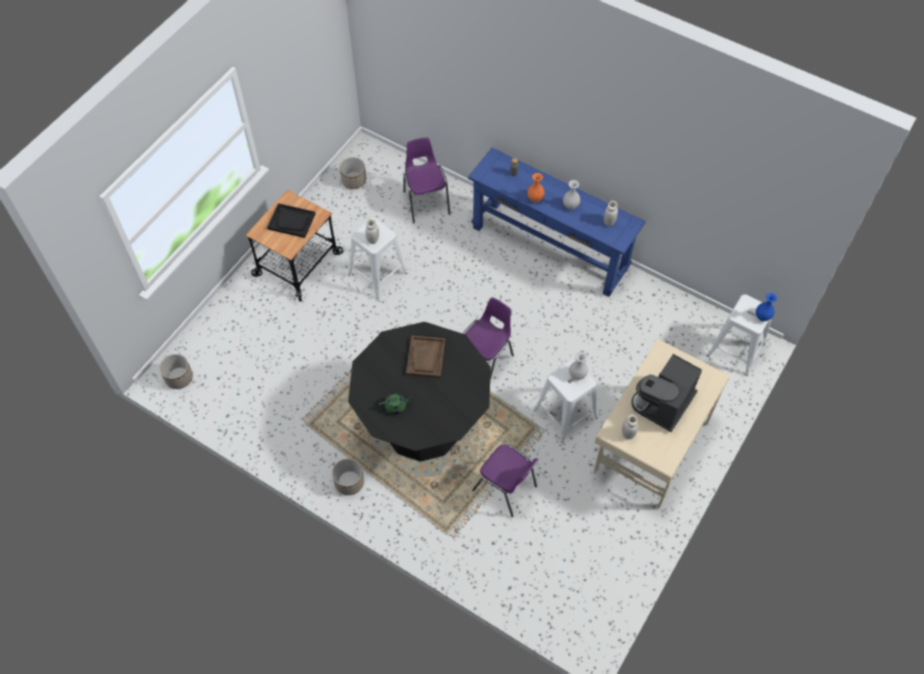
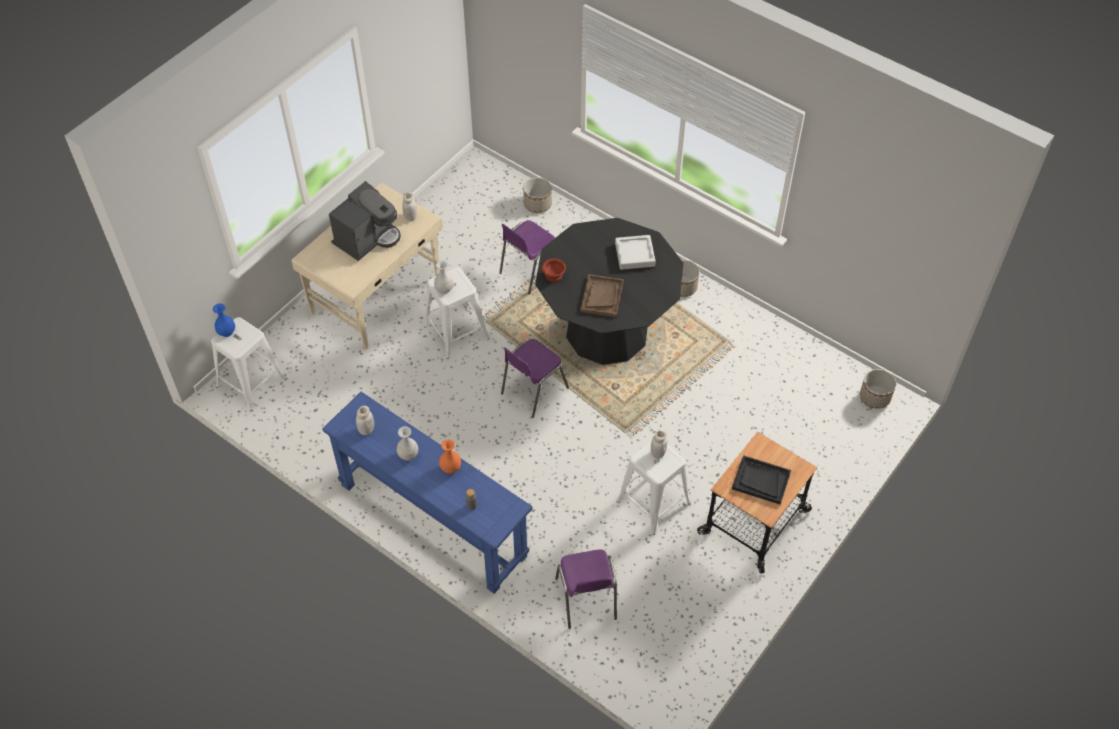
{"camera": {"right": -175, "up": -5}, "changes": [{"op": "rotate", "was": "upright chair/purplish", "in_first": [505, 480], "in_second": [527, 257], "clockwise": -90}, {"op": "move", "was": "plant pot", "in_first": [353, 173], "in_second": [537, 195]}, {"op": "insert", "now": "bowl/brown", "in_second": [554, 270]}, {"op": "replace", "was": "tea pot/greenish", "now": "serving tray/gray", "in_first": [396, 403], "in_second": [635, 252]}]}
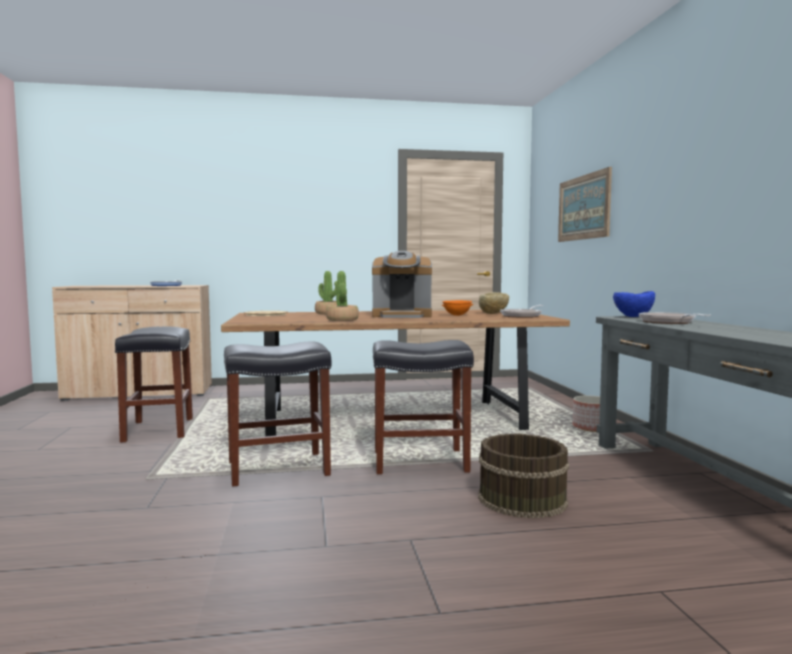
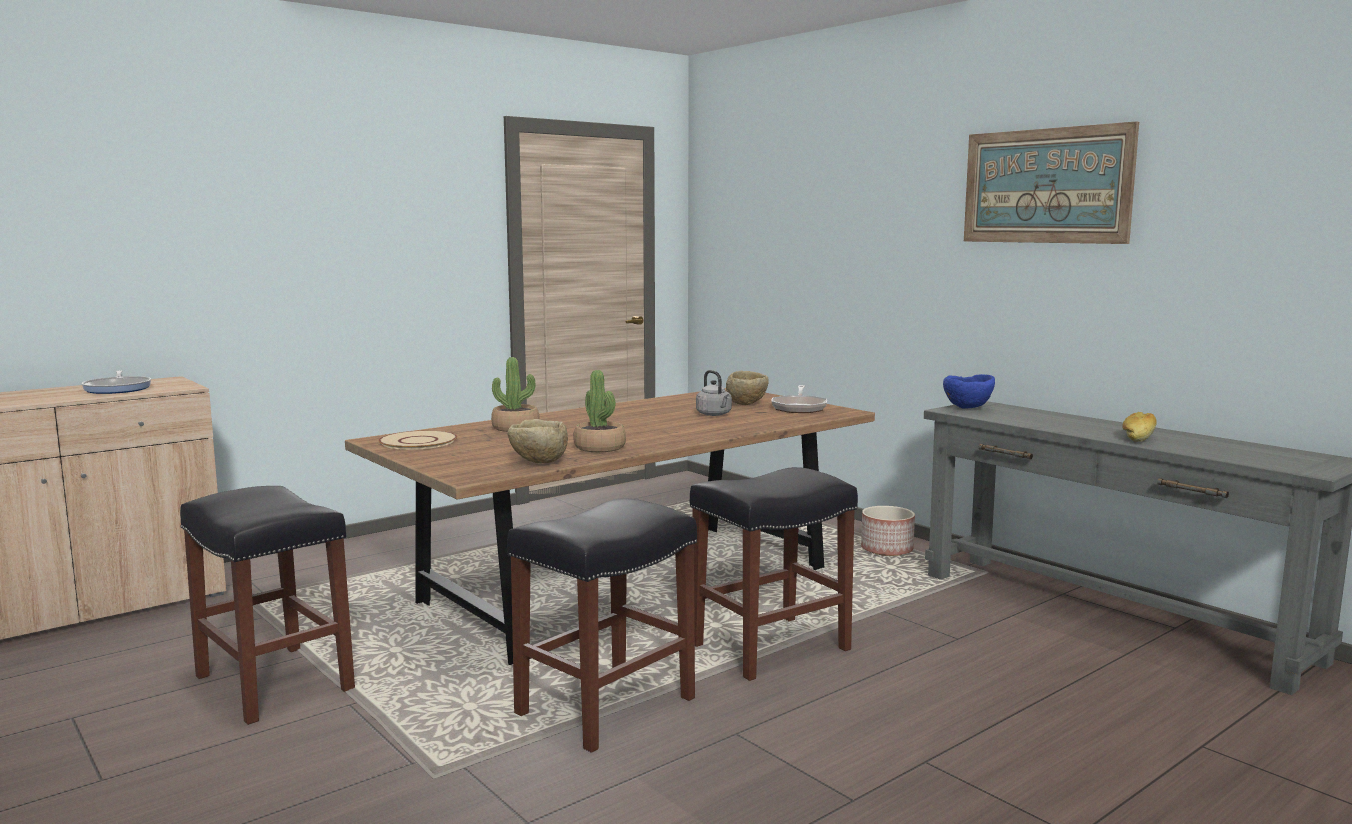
{"camera": {"right": -30, "up": 5}, "changes": [{"op": "insert", "now": "bowl/sand-coloured", "in_second": [538, 441]}, {"op": "replace", "was": "bowl/orange-coloured", "now": "kettle/gray", "in_first": [457, 308], "in_second": [714, 393]}, {"op": "move", "was": "wall art", "in_first": [585, 204], "in_second": [1051, 182]}, {"op": "insert", "now": "baked bread", "in_second": [1139, 427]}, {"op": "delete", "was": "coffee maker", "in_first": [402, 284]}, {"op": "delete", "was": "bucket/brown", "in_first": [523, 476]}, {"op": "delete", "was": "frying pan", "in_first": [675, 318]}]}
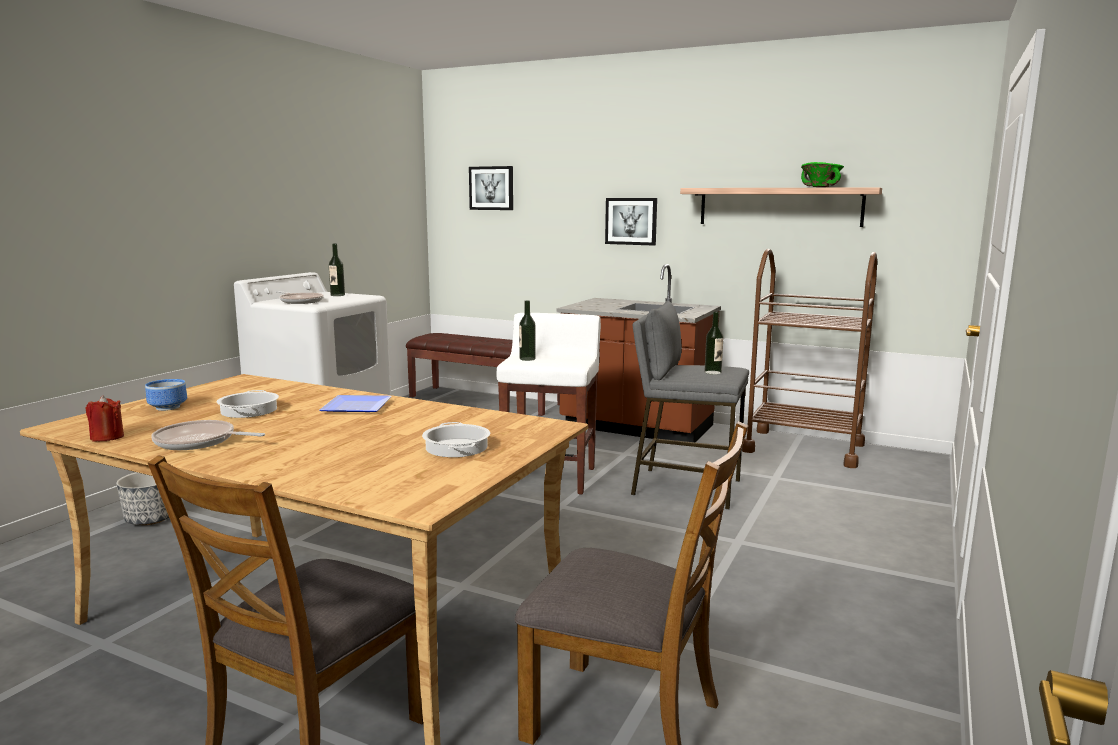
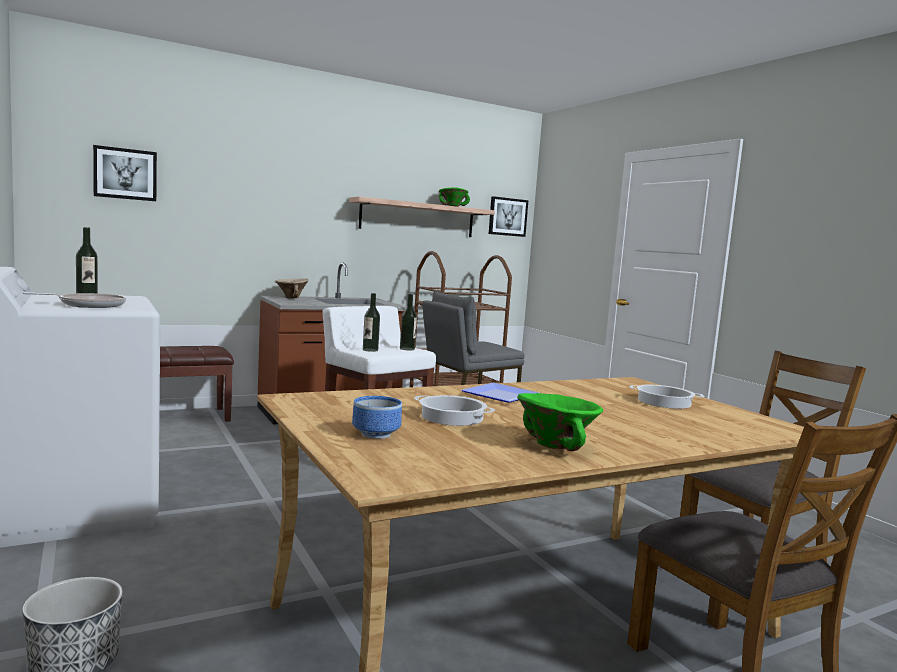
{"camera": {"right": -55, "up": -5}, "changes": [{"op": "insert", "now": "bowl/sand-coloured", "in_second": [292, 288]}, {"op": "move", "was": "beverage bottle", "in_first": [713, 343], "in_second": [408, 322]}, {"op": "move", "was": "wall art", "in_first": [631, 222], "in_second": [508, 216]}, {"op": "replace", "was": "frying pan", "now": "bowl/greenish", "in_first": [208, 435], "in_second": [560, 422]}, {"op": "delete", "was": "wax light/red", "in_first": [105, 418]}]}
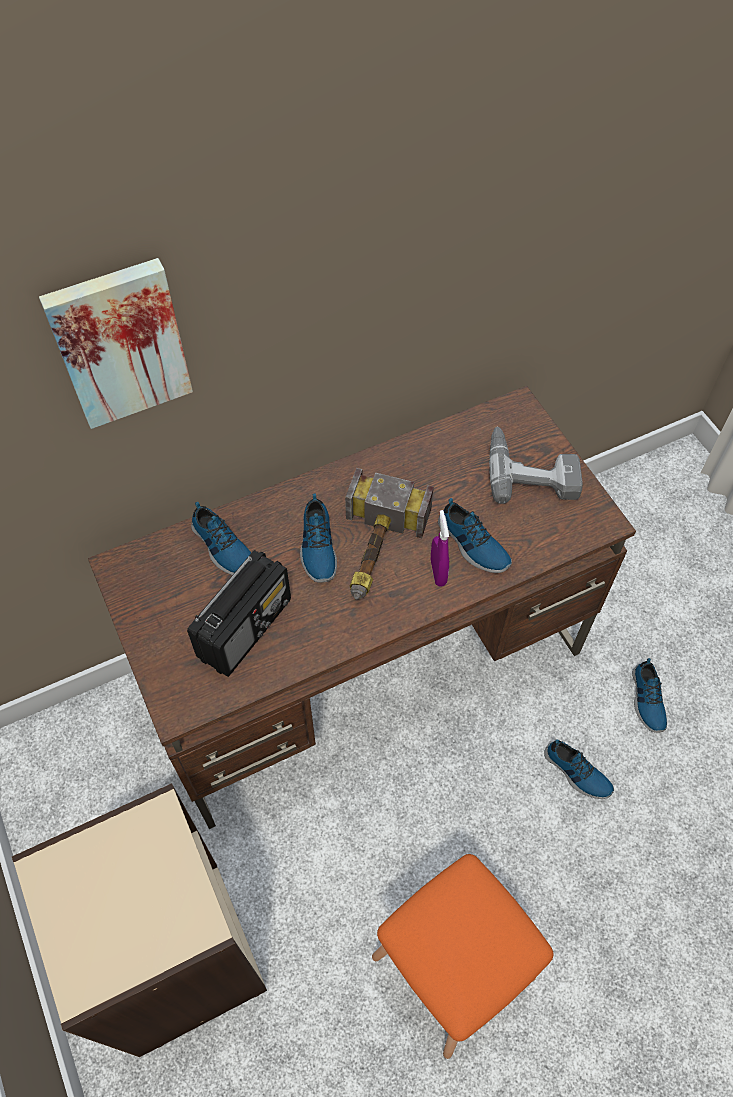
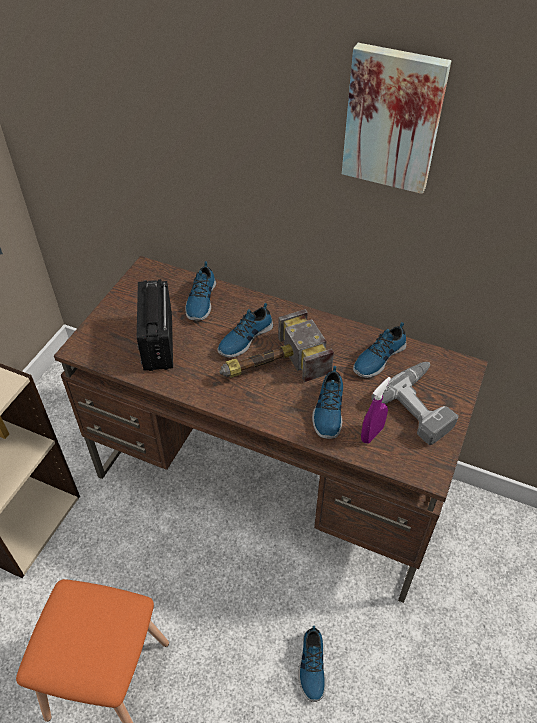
{"camera": {"right": 50, "up": -10}, "changes": [{"op": "rotate", "was": "radio receiver", "in_first": [239, 613], "in_second": [155, 325], "clockwise": 90}, {"op": "move", "was": "wall art", "in_first": [116, 343], "in_second": [396, 118]}, {"op": "move", "was": "item of footwear", "in_first": [649, 695], "in_second": [379, 350]}, {"op": "move", "was": "sprayer/purplish", "in_first": [440, 548], "in_second": [376, 410]}]}
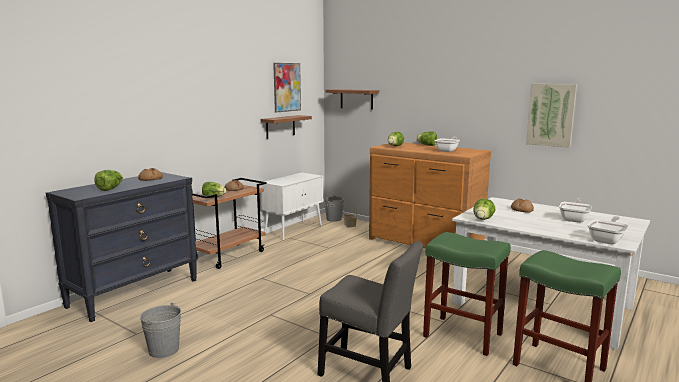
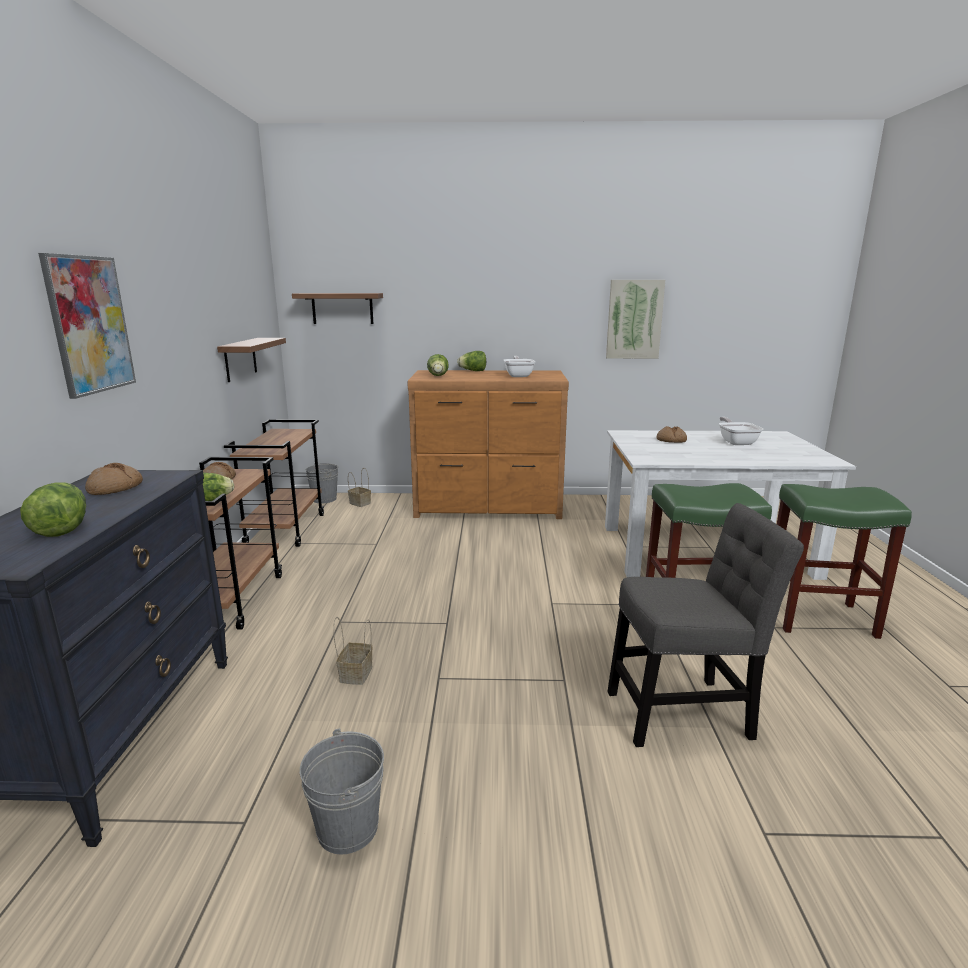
{"camera": {"right": -35, "up": 5}, "changes": [{"op": "move", "was": "wall art", "in_first": [287, 87], "in_second": [87, 326]}, {"op": "replace", "was": "cabinet/white-coloured", "now": "trolley/brown", "in_first": [291, 207], "in_second": [274, 483]}, {"op": "insert", "now": "storage basket", "in_second": [352, 651]}, {"op": "delete", "was": "lettuce head", "in_first": [484, 209]}, {"op": "delete", "was": "frying pan", "in_first": [608, 230]}]}
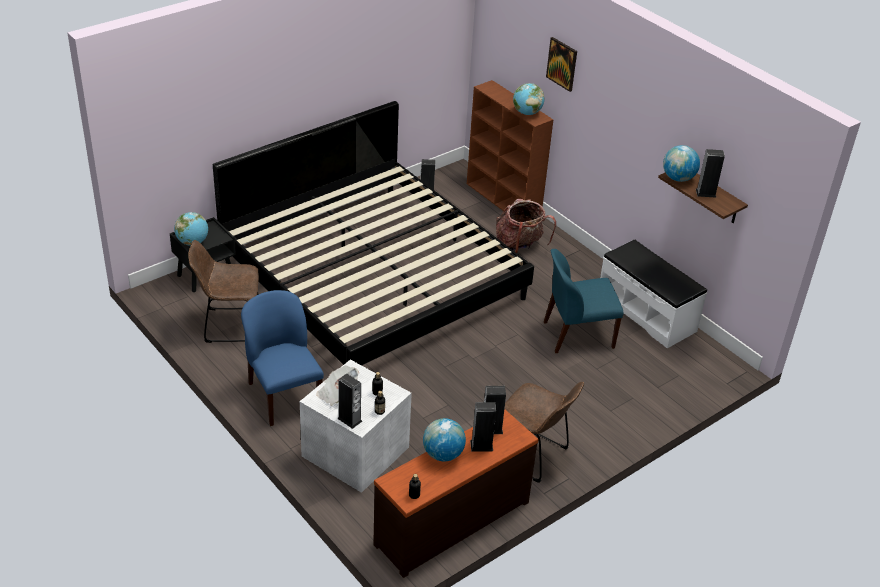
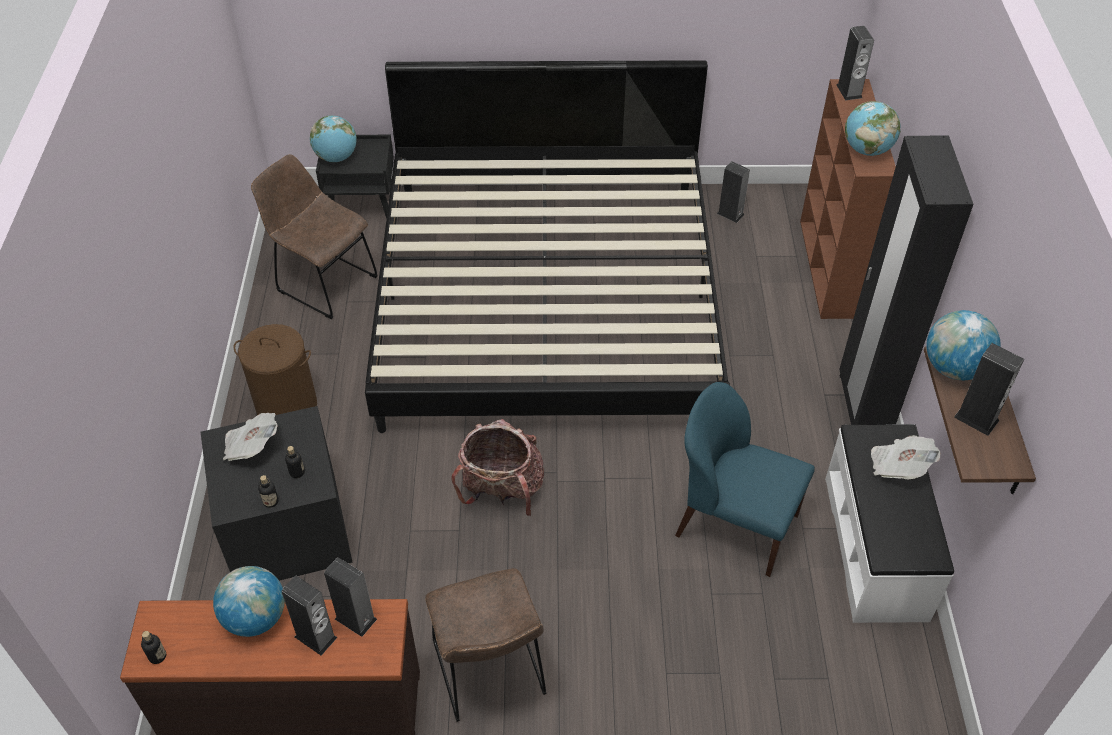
{"camera": {"right": 40, "up": 10}, "changes": [{"op": "recolor", "was": "storage container/white-coloured", "now": "storage container/black-coloured", "in_first": [356, 426], "in_second": [277, 493]}, {"op": "replace", "was": "upright chair/blue", "now": "hamper/brown", "in_first": [282, 358], "in_second": [275, 369]}, {"op": "move", "was": "rucksack", "in_first": [526, 226], "in_second": [497, 467]}, {"op": "move", "was": "loudspeaker", "in_first": [349, 401], "in_second": [855, 63]}, {"op": "insert", "now": "armoire/black-coloured", "in_second": [906, 280]}, {"op": "insert", "now": "daily paper", "in_second": [906, 457]}, {"op": "delete", "was": "wall art", "in_first": [561, 64]}]}
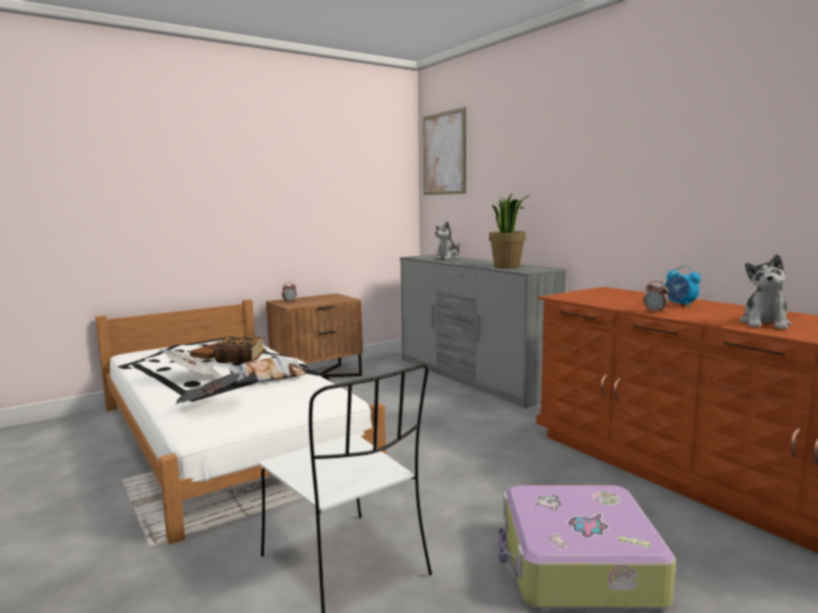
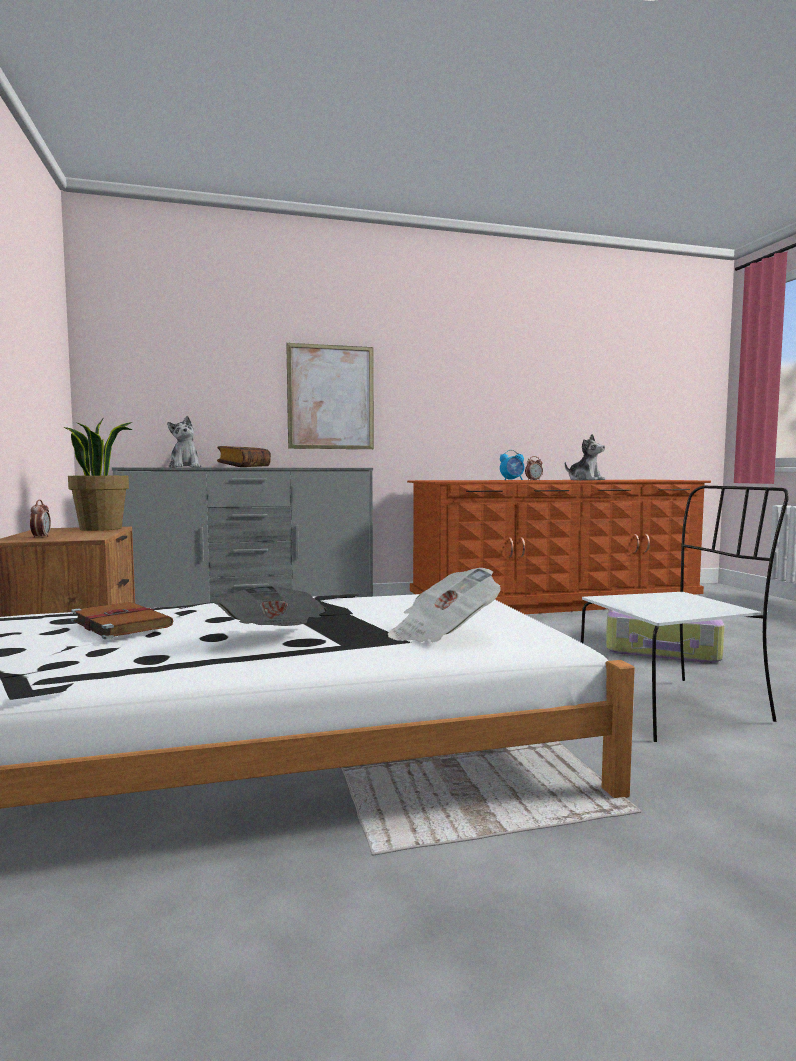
{"camera": {"right": -70, "up": -5}, "changes": [{"op": "move", "was": "houseplant", "in_first": [509, 231], "in_second": [98, 474]}, {"op": "move", "was": "volume", "in_first": [240, 349], "in_second": [244, 456]}, {"op": "move", "was": "wall art", "in_first": [444, 151], "in_second": [330, 396]}, {"op": "delete", "was": "pillow", "in_first": [268, 370]}]}
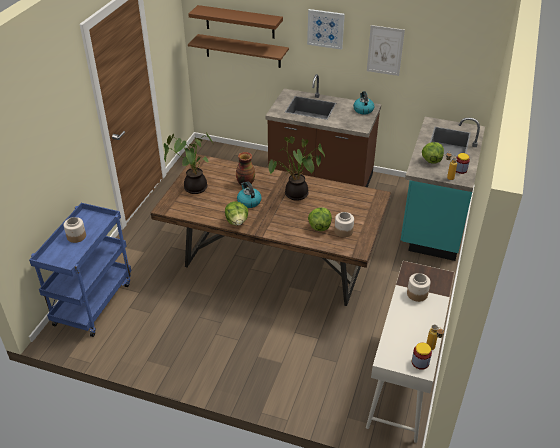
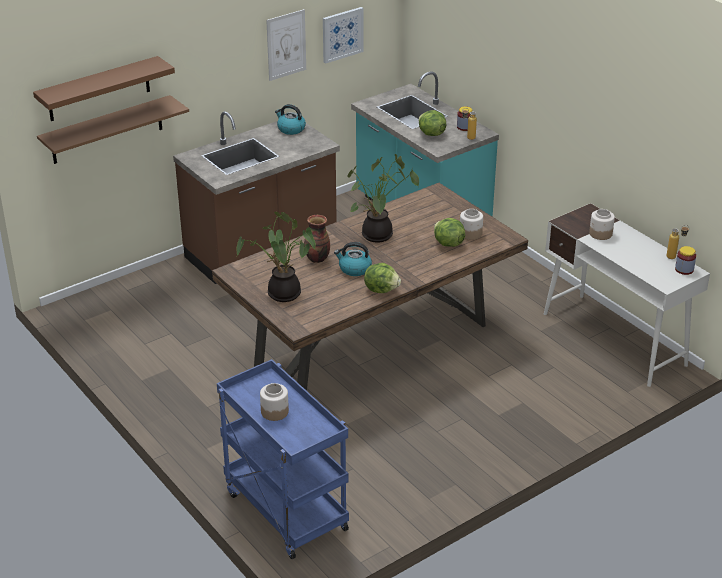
{"camera": {"right": -55, "up": -5}, "changes": [{"op": "move", "was": "wall art", "in_first": [326, 29], "in_second": [343, 35]}]}
